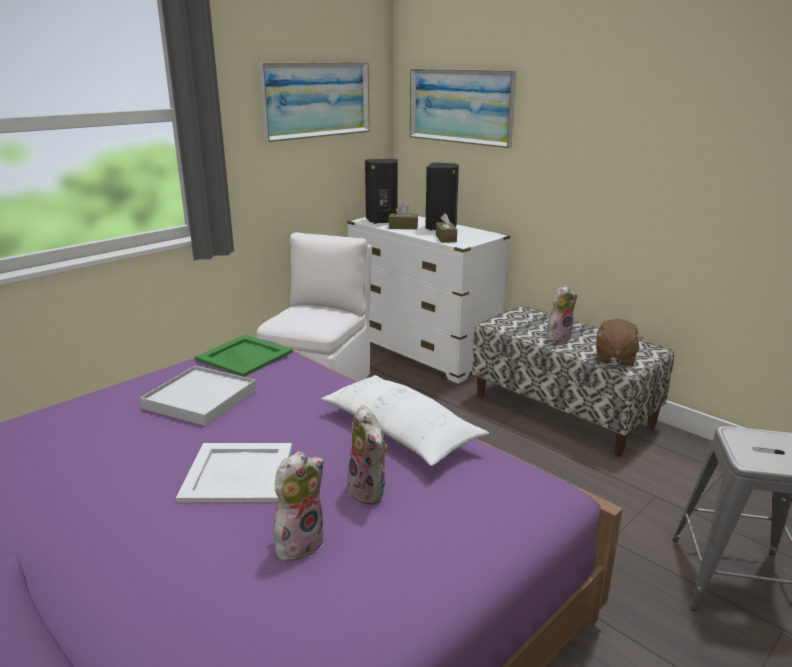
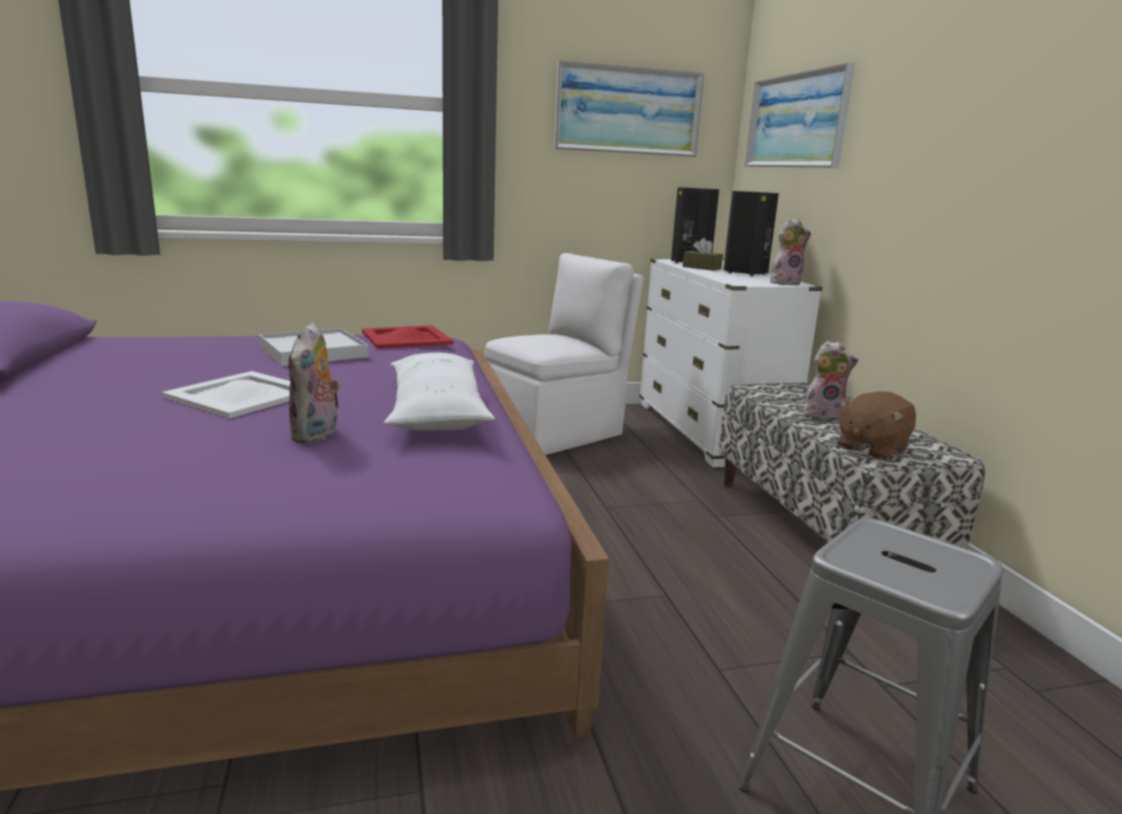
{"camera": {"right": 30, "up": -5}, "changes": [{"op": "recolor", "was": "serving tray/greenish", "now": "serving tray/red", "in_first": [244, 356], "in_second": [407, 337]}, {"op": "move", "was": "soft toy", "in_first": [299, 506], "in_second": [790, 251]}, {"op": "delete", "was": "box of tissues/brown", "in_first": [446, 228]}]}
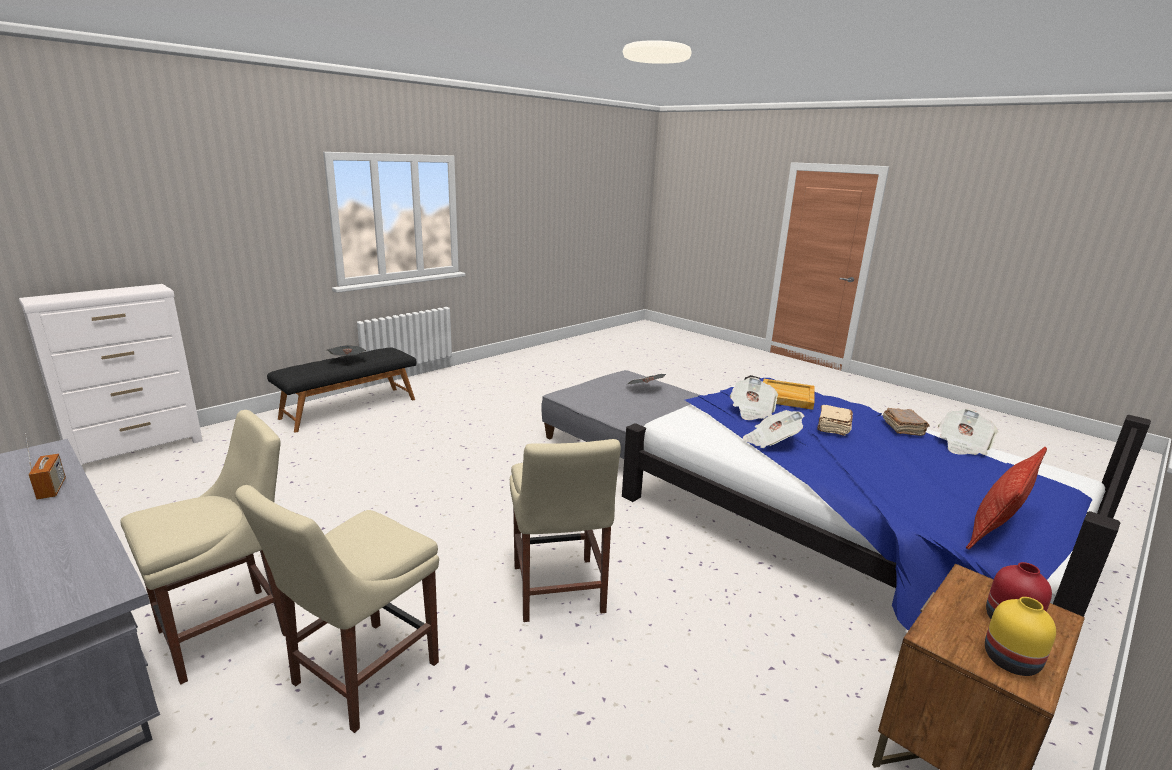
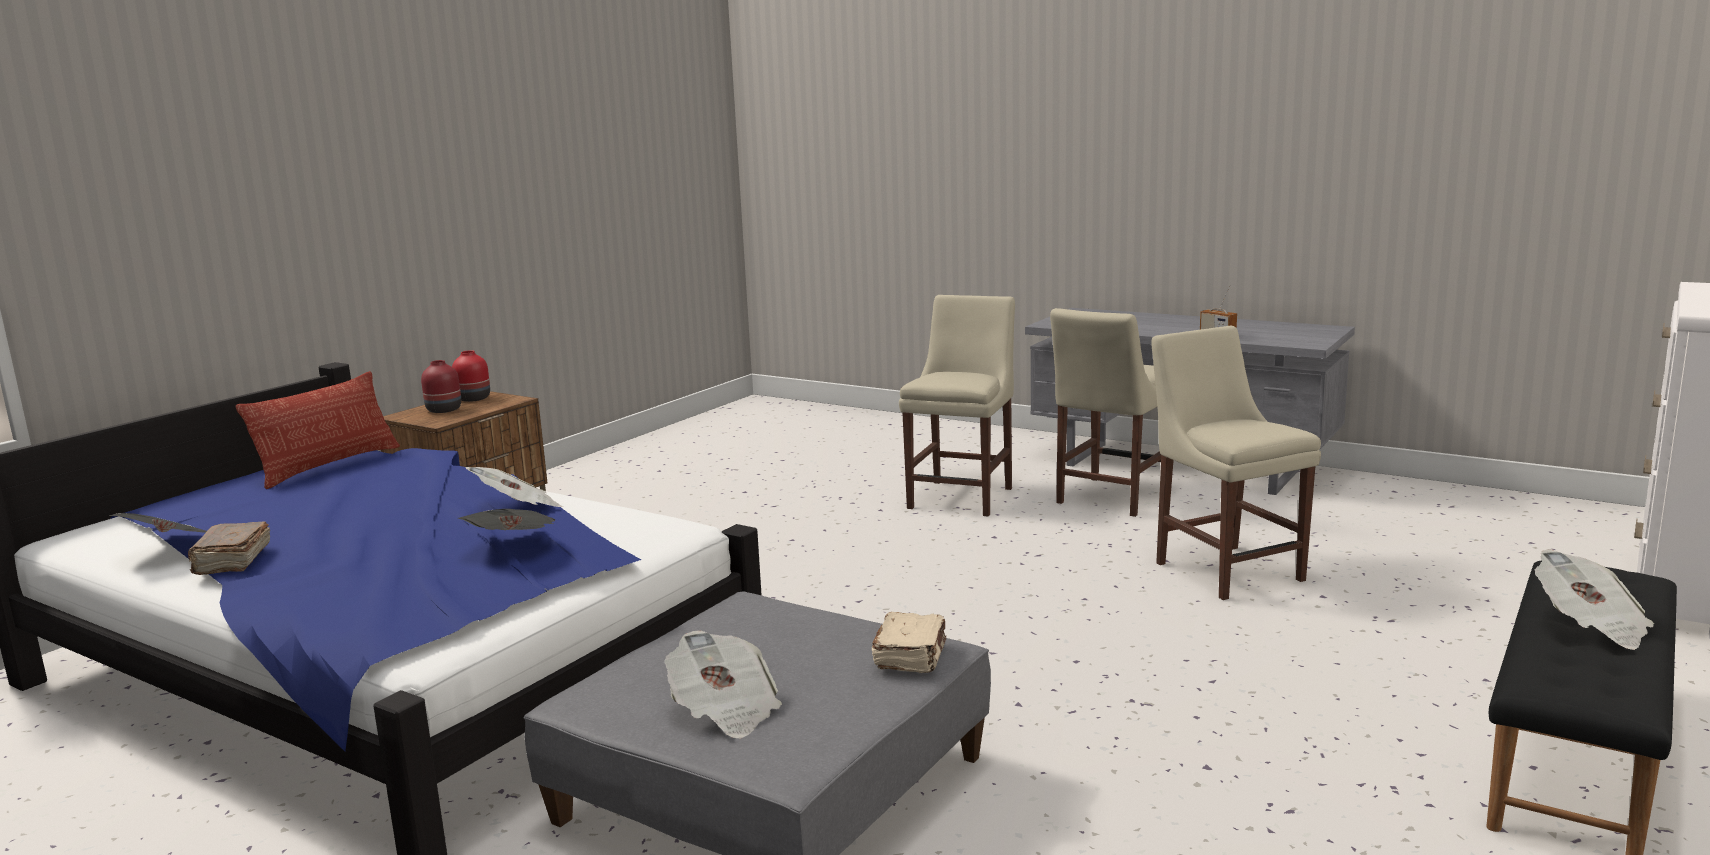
{"camera": {"right": 170, "up": -5}, "changes": [{"op": "recolor", "was": "decorative vase/yellowish", "now": "decorative vase/red", "in_first": [1020, 636], "in_second": [471, 376]}, {"op": "move", "was": "volume/sand-coloured", "in_first": [835, 420], "in_second": [909, 642]}, {"op": "move", "was": "upright chair/sand-coloured", "in_first": [565, 530], "in_second": [1236, 463]}, {"op": "delete", "was": "serving tray/sand-coloured", "in_first": [789, 394]}]}
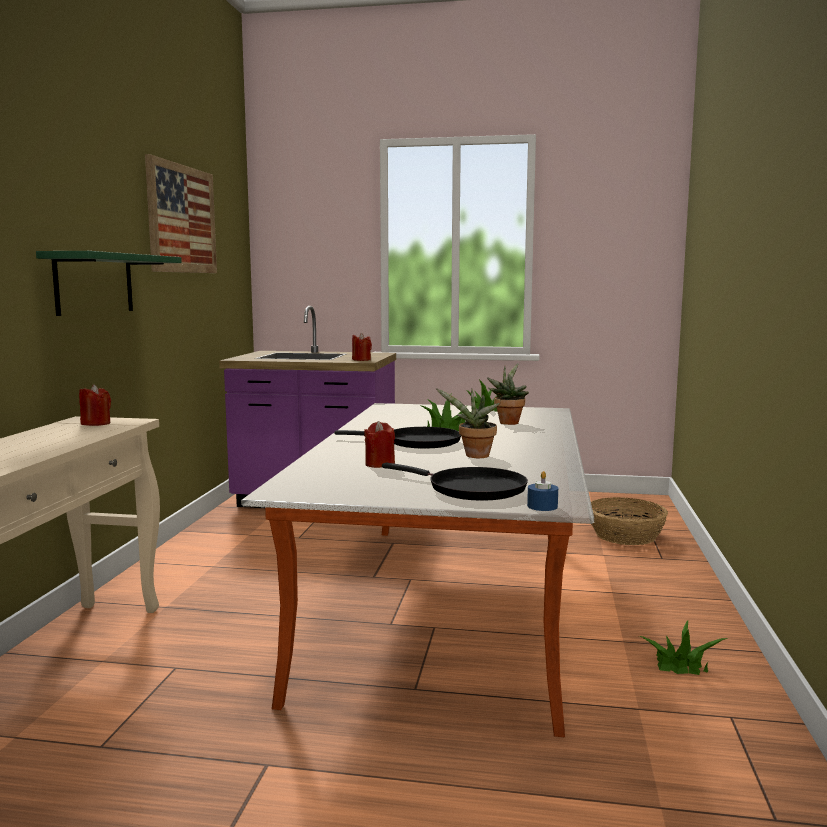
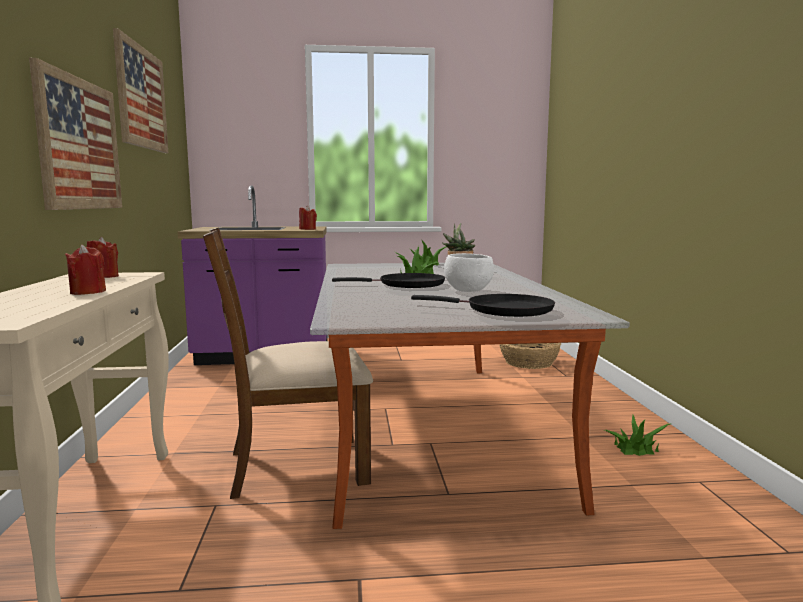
{"camera": {"right": -15, "up": 0}, "changes": [{"op": "replace", "was": "wall shelf/greenish", "now": "wall art", "in_first": [109, 283], "in_second": [75, 134]}, {"op": "move", "was": "wax light/red", "in_first": [379, 444], "in_second": [85, 270]}, {"op": "insert", "now": "upright chair/brown", "in_second": [288, 363]}, {"op": "replace", "was": "houseplant", "now": "bowl/white-coloured", "in_first": [468, 423], "in_second": [469, 272]}, {"op": "delete", "was": "wax light/blue", "in_first": [542, 491]}]}
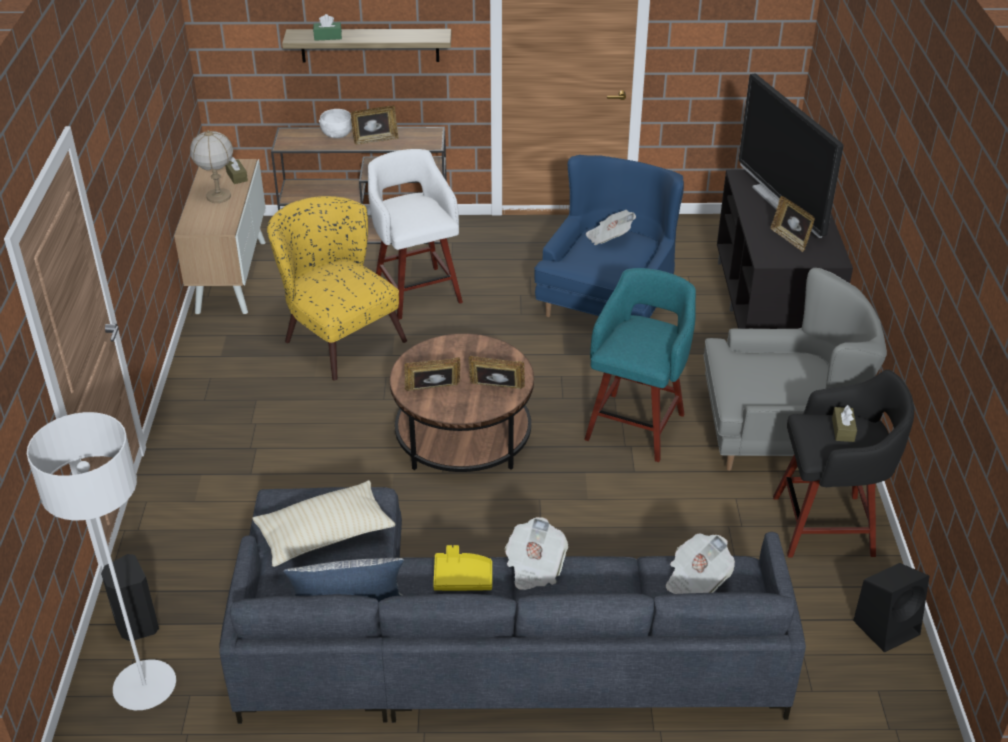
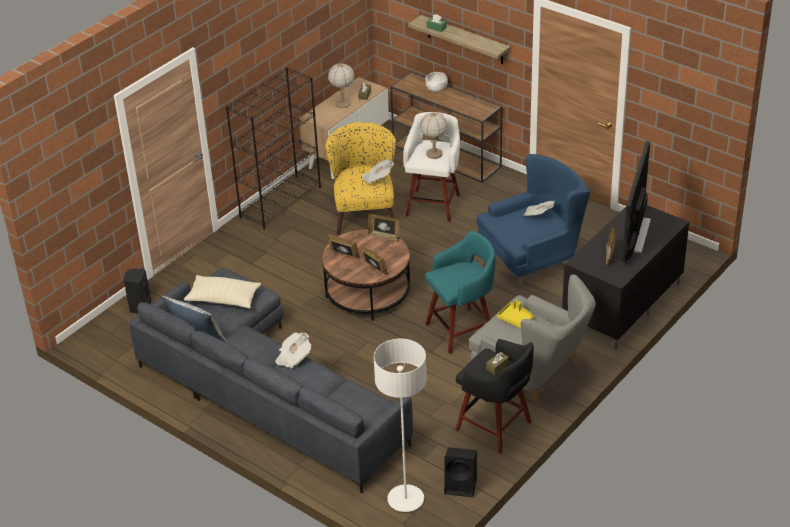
{"camera": {"right": 40, "up": 0}, "changes": [{"op": "insert", "now": "bookshelf/black-coloured", "in_second": [273, 148]}, {"op": "move", "was": "daily paper", "in_first": [700, 563], "in_second": [378, 171]}, {"op": "move", "was": "standing frame", "in_first": [375, 125], "in_second": [383, 227]}, {"op": "move", "was": "standard lamp/white-coloured", "in_first": [101, 561], "in_second": [400, 425]}, {"op": "insert", "now": "tabletop lamp", "in_second": [434, 135]}, {"op": "move", "was": "serving tray/yellowish", "in_first": [462, 568], "in_second": [515, 314]}]}
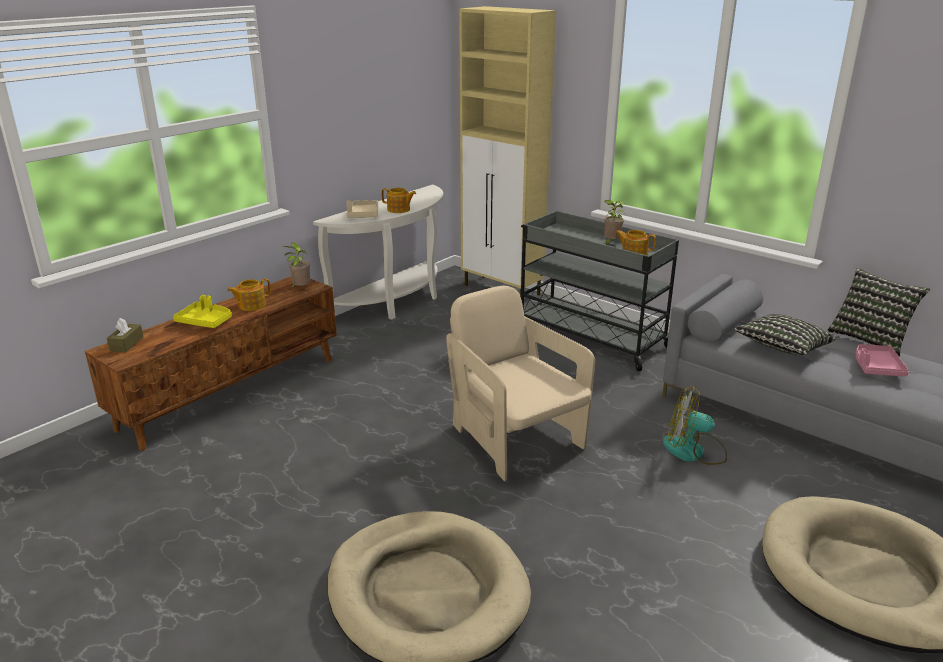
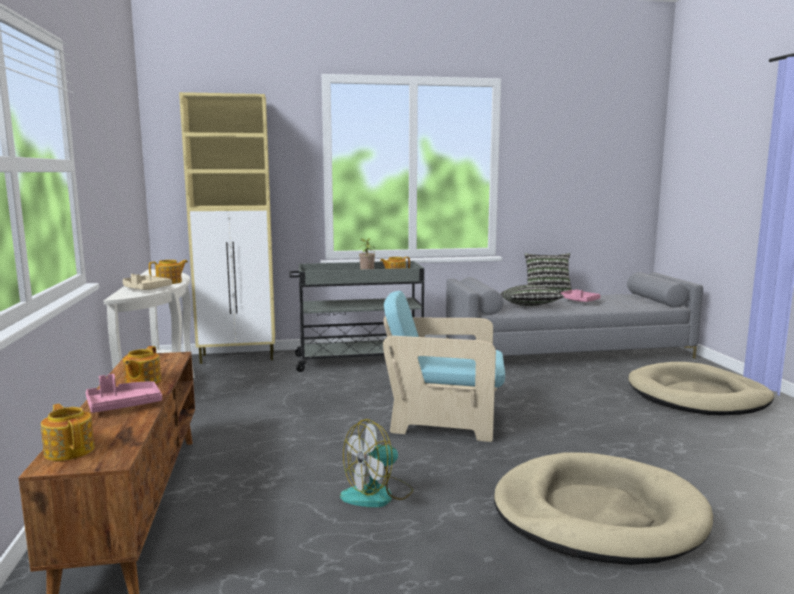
{"camera": {"right": -50, "up": -15}, "changes": [{"op": "replace", "was": "box of tissues/brown", "now": "tea pot", "in_first": [125, 335], "in_second": [68, 432]}, {"op": "recolor", "was": "serving tray/yellowish", "now": "serving tray/pinkish", "in_first": [202, 311], "in_second": [124, 393]}, {"op": "move", "was": "fan", "in_first": [695, 425], "in_second": [376, 463]}, {"op": "recolor", "was": "armchair/sand-coloured", "now": "armchair/turquoise-coloured", "in_first": [520, 383], "in_second": [444, 366]}, {"op": "delete", "was": "houseplant", "in_first": [297, 265]}]}
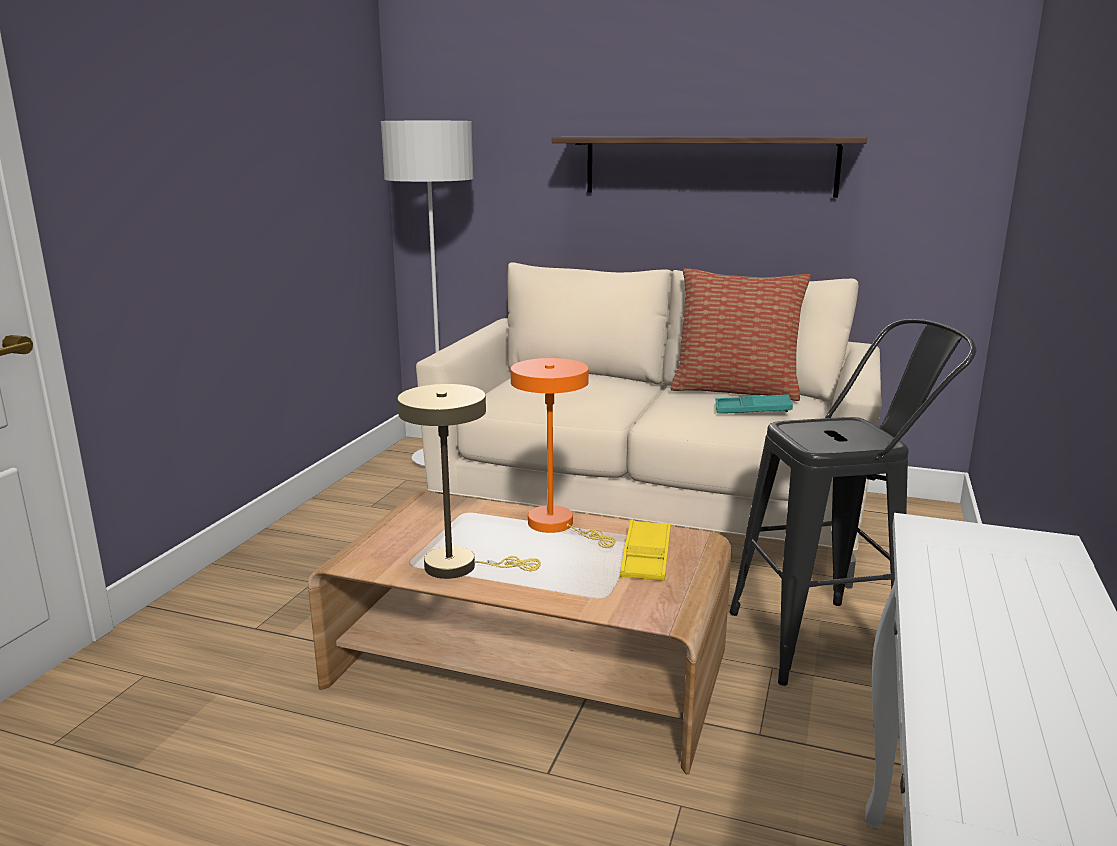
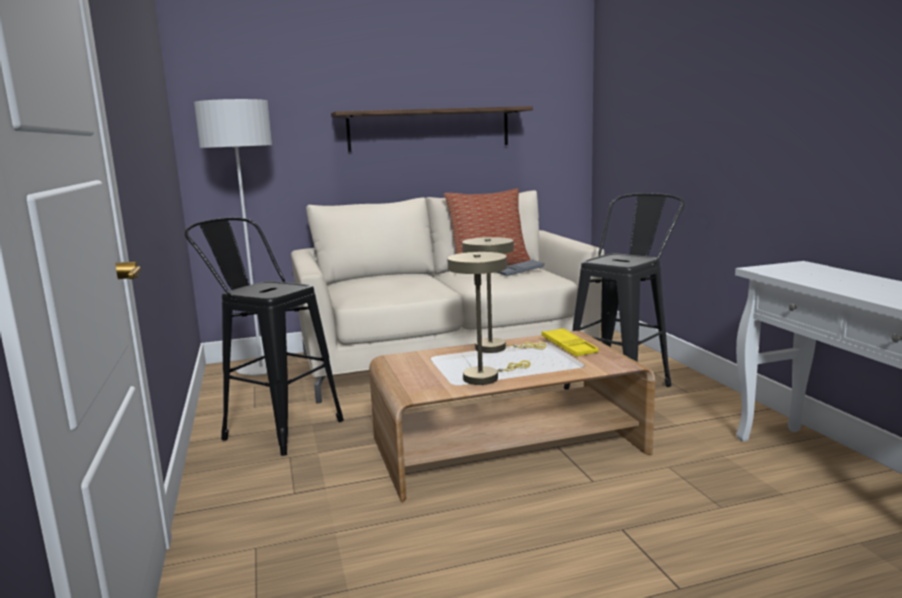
{"camera": {"right": -35, "up": -5}, "changes": [{"op": "insert", "now": "stool/black-coloured", "in_second": [264, 337]}, {"op": "recolor", "was": "tabletop lamp/orange-coloured", "now": "tabletop lamp/sand-coloured", "in_first": [563, 453], "in_second": [504, 295]}, {"op": "recolor", "was": "serving tray/turquoise-coloured", "now": "serving tray/gray", "in_first": [754, 404], "in_second": [520, 268]}]}
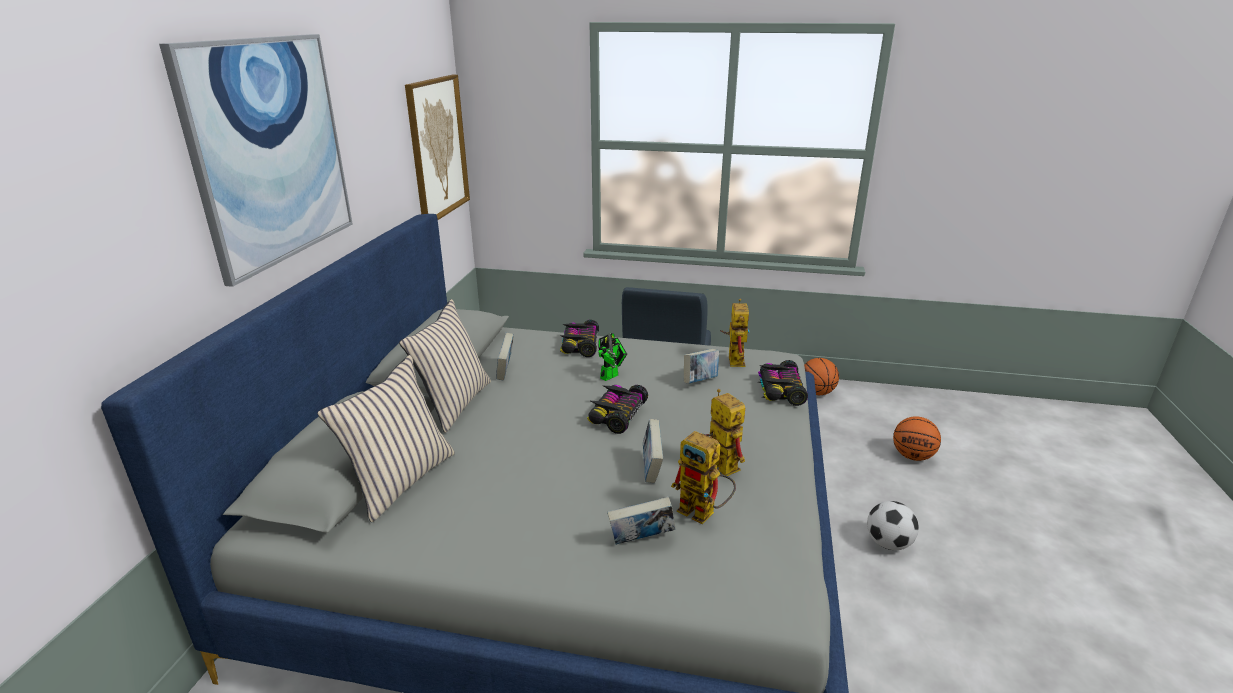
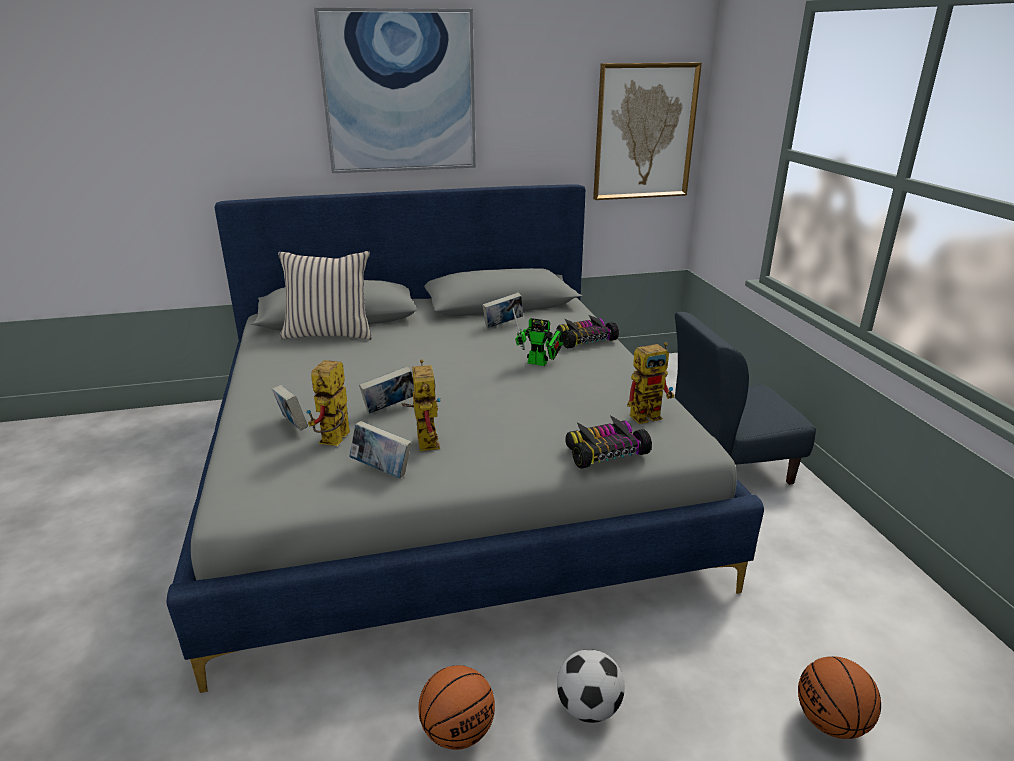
{"camera": {"right": 65, "up": 0}, "changes": [{"op": "move", "was": "volume", "in_first": [701, 366], "in_second": [380, 449]}, {"op": "rotate", "was": "model robot", "in_first": [724, 432], "in_second": [421, 405], "clockwise": -45}, {"op": "move", "was": "ball for basketball", "in_first": [821, 376], "in_second": [456, 707]}, {"op": "delete", "was": "pillow/sand-coloured", "in_first": [445, 366]}, {"op": "delete", "was": "model car", "in_first": [617, 409]}]}
